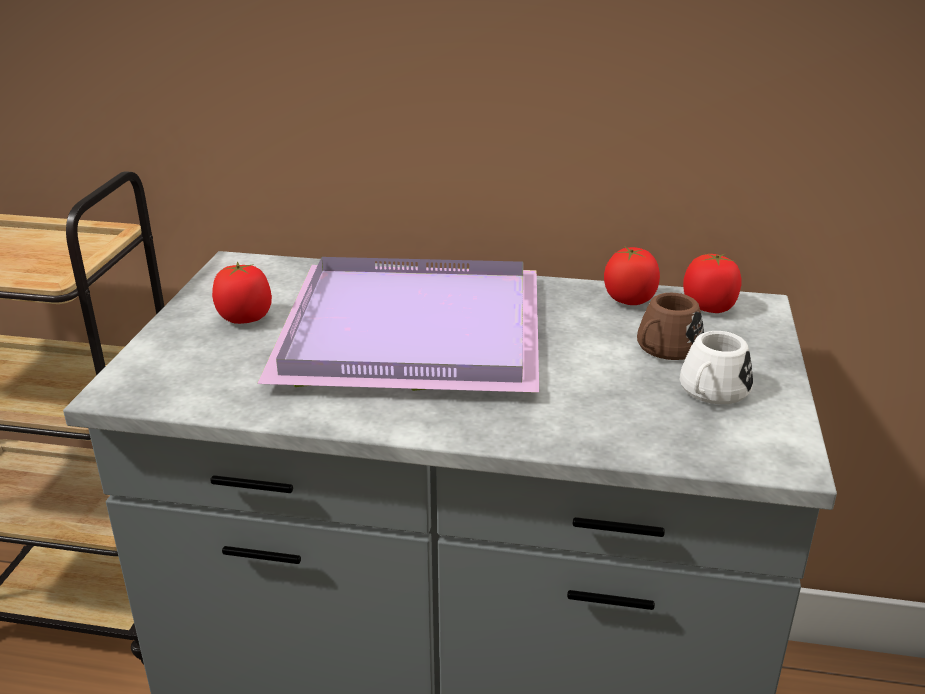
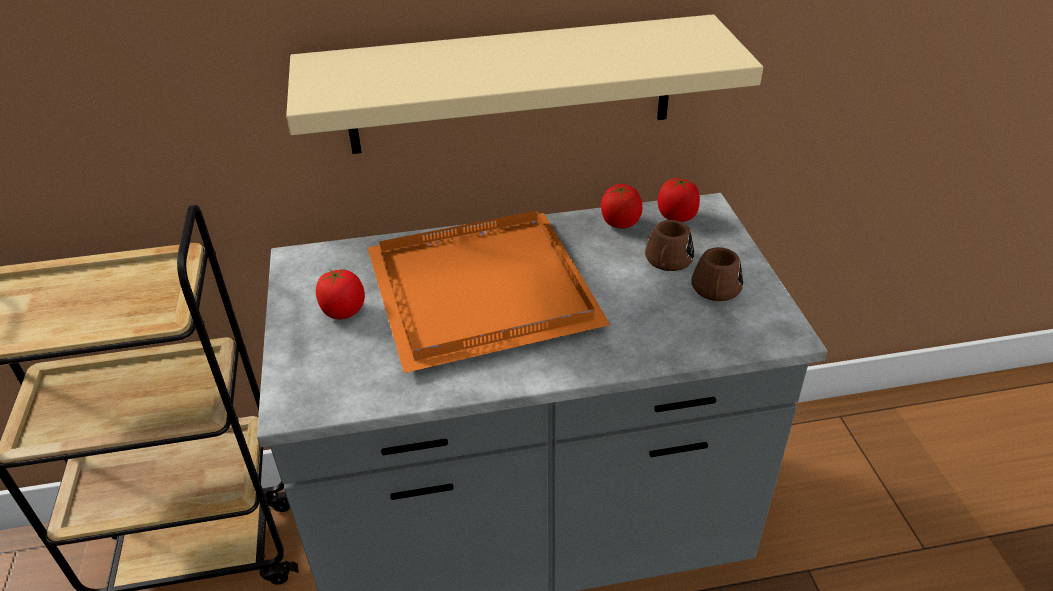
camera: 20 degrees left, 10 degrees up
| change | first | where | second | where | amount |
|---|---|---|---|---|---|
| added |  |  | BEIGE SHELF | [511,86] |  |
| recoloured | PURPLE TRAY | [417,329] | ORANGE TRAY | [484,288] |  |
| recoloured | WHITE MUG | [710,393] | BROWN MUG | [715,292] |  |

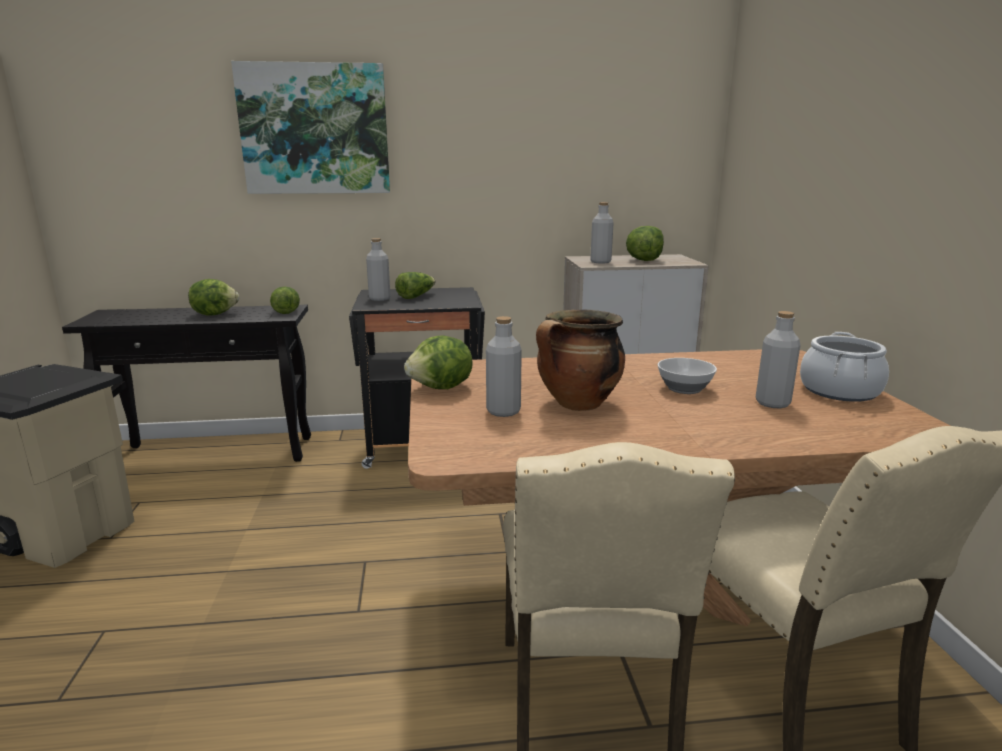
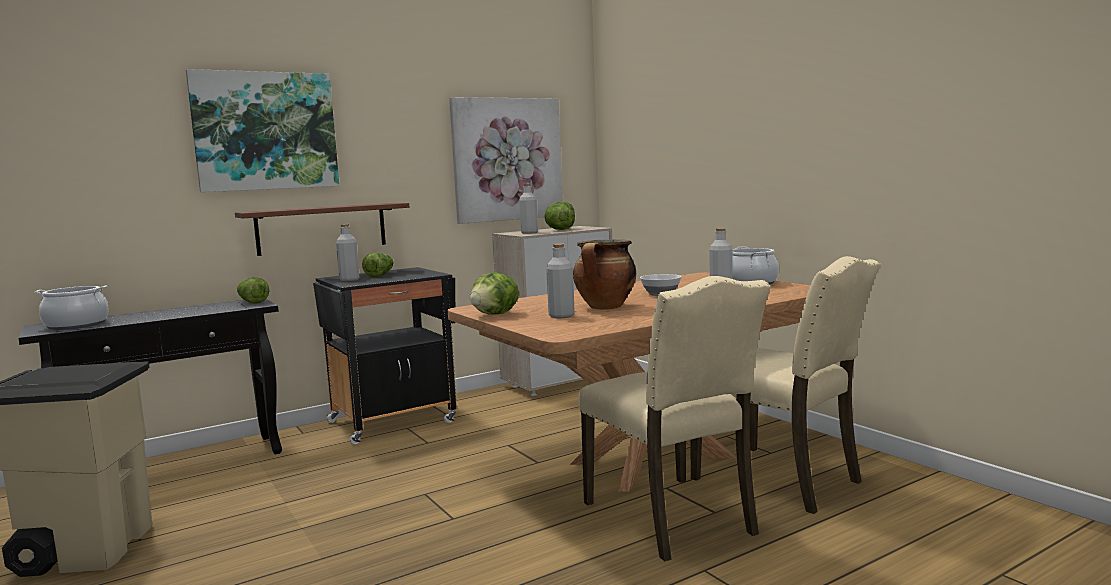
camera: 25 degrees left, 10 degrees down
| change | first | where | second | where | amount |
|---|---|---|---|---|---|
| added |  |  | COOKING POT | [76,325] |  |
| added |  |  | BROWN SHELF | [322,228] |  |
| added |  |  | PICTURE | [507,159] |  |
| removed | LETTUCE | [215,314] |  |  |  |

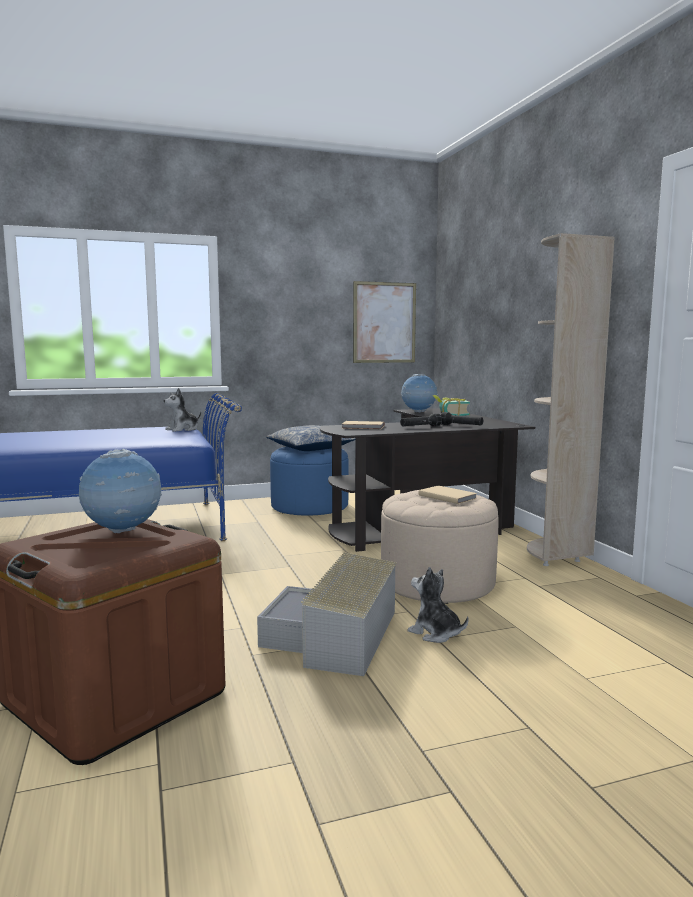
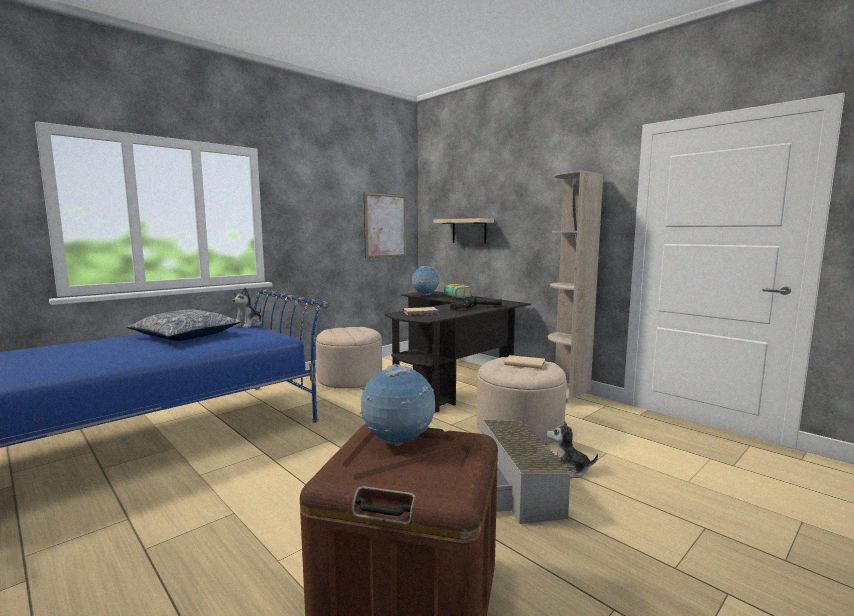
camera: 25 degrees left, 0 degrees up
| change | first | where | second | where | amount |
|---|---|---|---|---|---|
| moved | PILLOW | [310,448] |  | [186,336] |  |
| recoloured | BLUE OTTOMAN | [309,506] | BEIGE OTTOMAN | [350,379] |  |
| added |  |  | BEIGE SHELF | [469,231] |  |

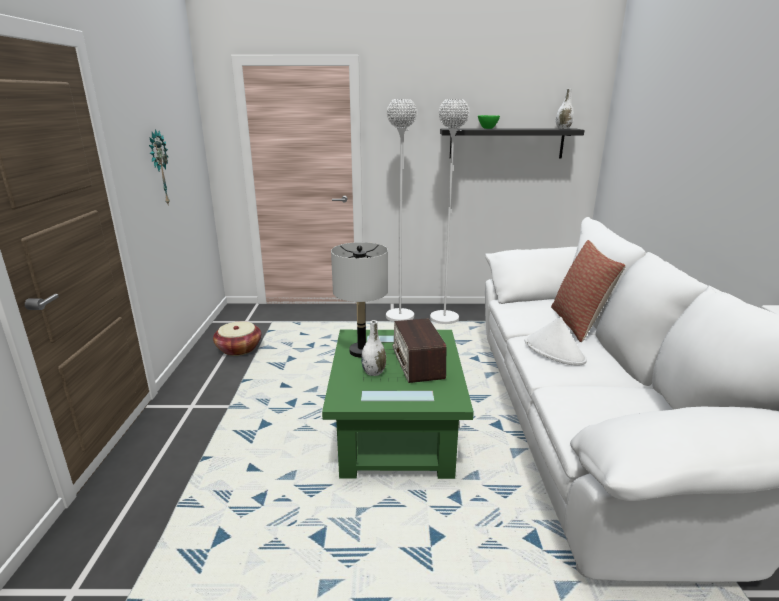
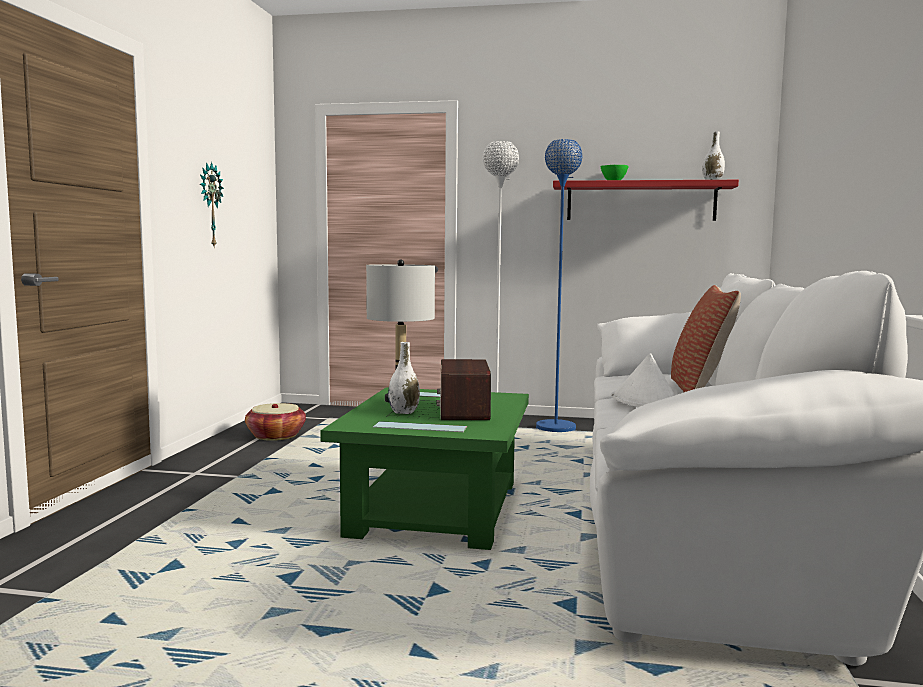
camera: 10 degrees right, 15 degrees down
| change | first | where | second | where | amount |
|---|---|---|---|---|---|
| recoloured | WHITE FLOOR LAMP | [444,318] | BLUE FLOOR LAMP | [556,428] |  |
| recoloured | BLACK SHELF | [506,143] | RED SHELF | [641,201] |  |

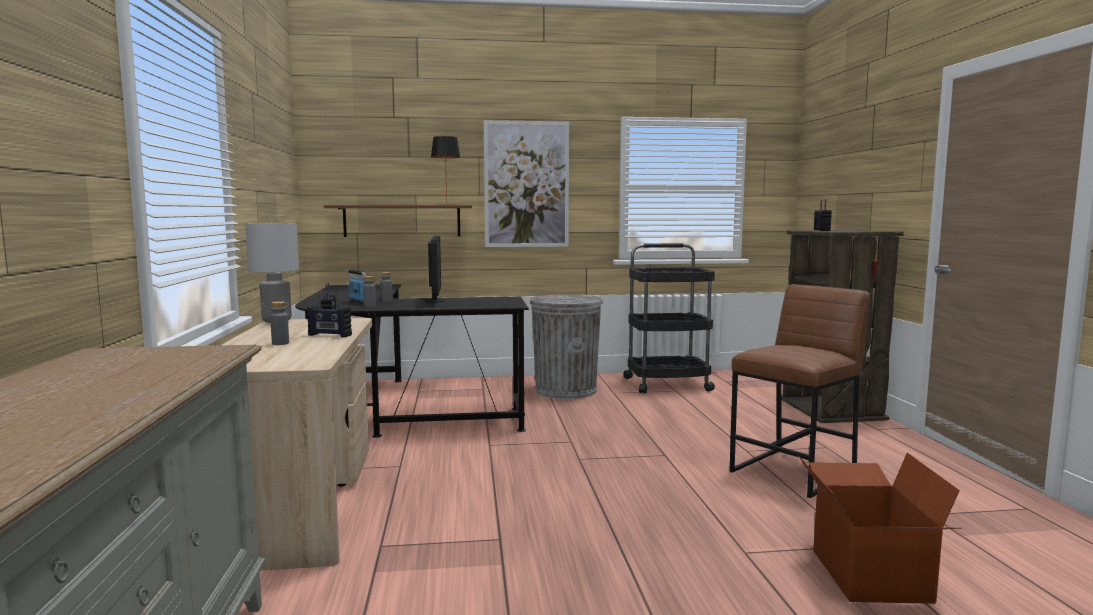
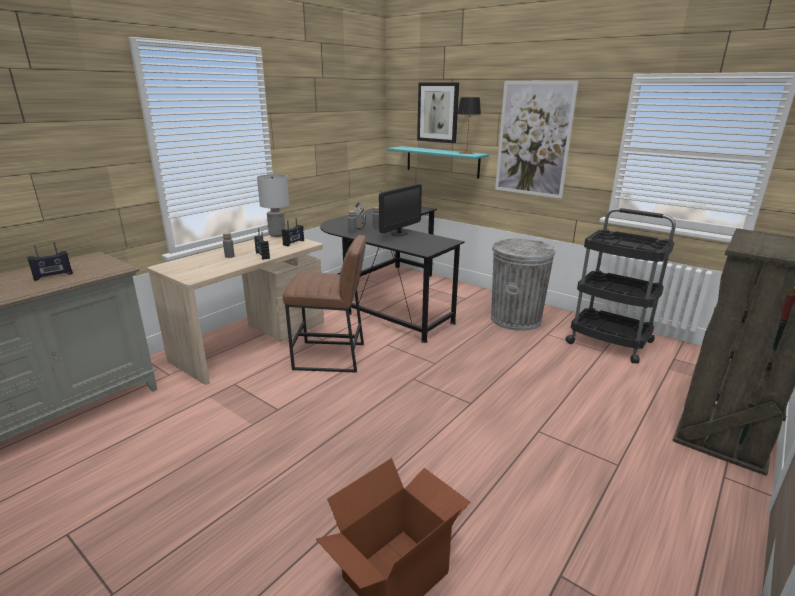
camera: 45 degrees right, 15 degrees up
| change | first | where | second | where | amount |
|---|---|---|---|---|---|
| moved | RADIO | [822,230] |  | [53,276] |  |
| moved | BROWN CHAIR | [794,471] |  | [331,356] |  |
| recoloured | BROWN SHELF | [402,221] | TURQUOISE SHELF | [442,162] |  |
| added |  |  | PICTURE | [438,112] |  |

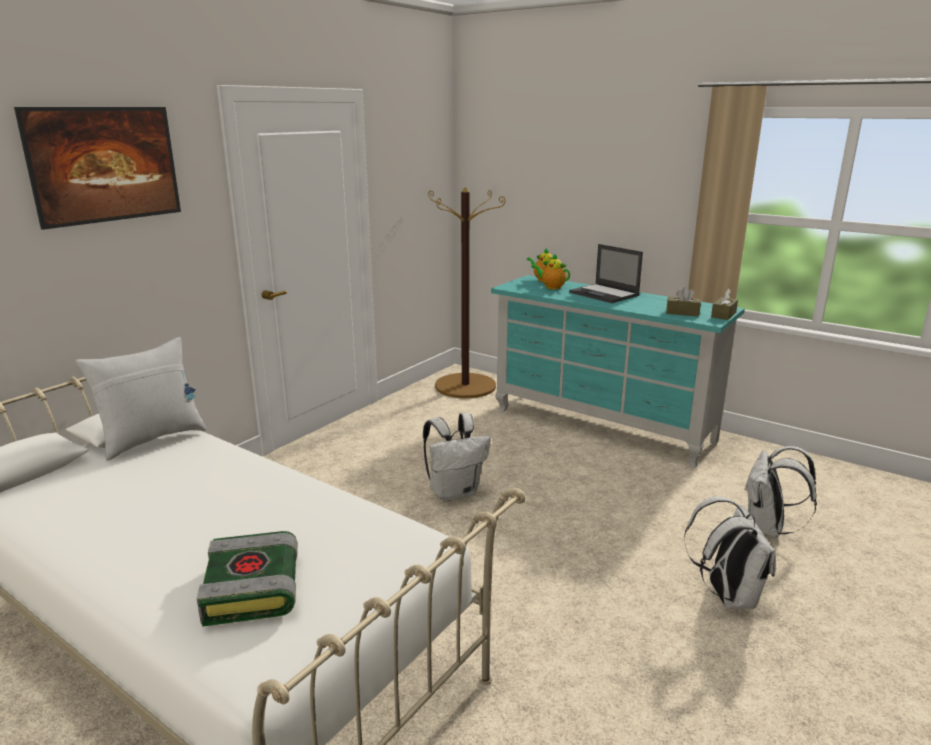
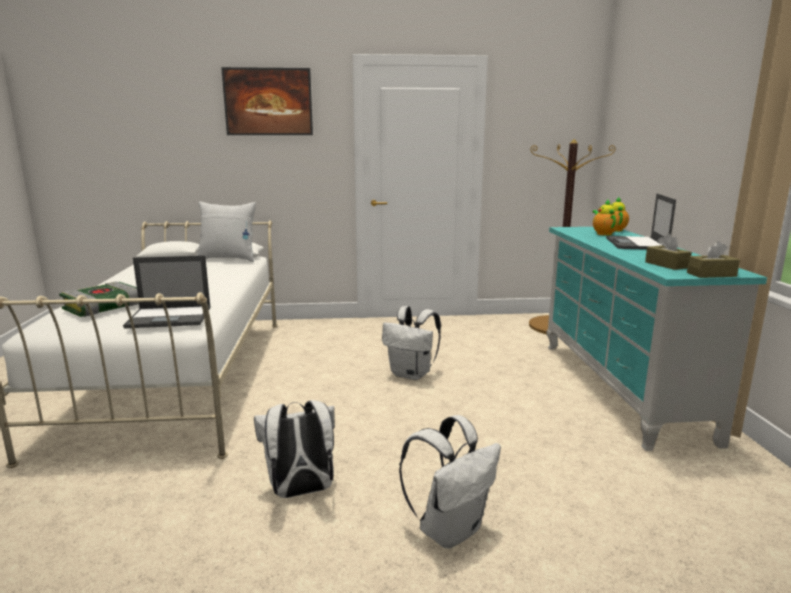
camera: 50 degrees right, 5 degrees down
| change | first | where | second | where | amount |
|---|---|---|---|---|---|
| added |  |  | LAPTOP | [170,317] |  |
| moved | WHITE BACKPACK | [767,530] |  | [301,491] |  |

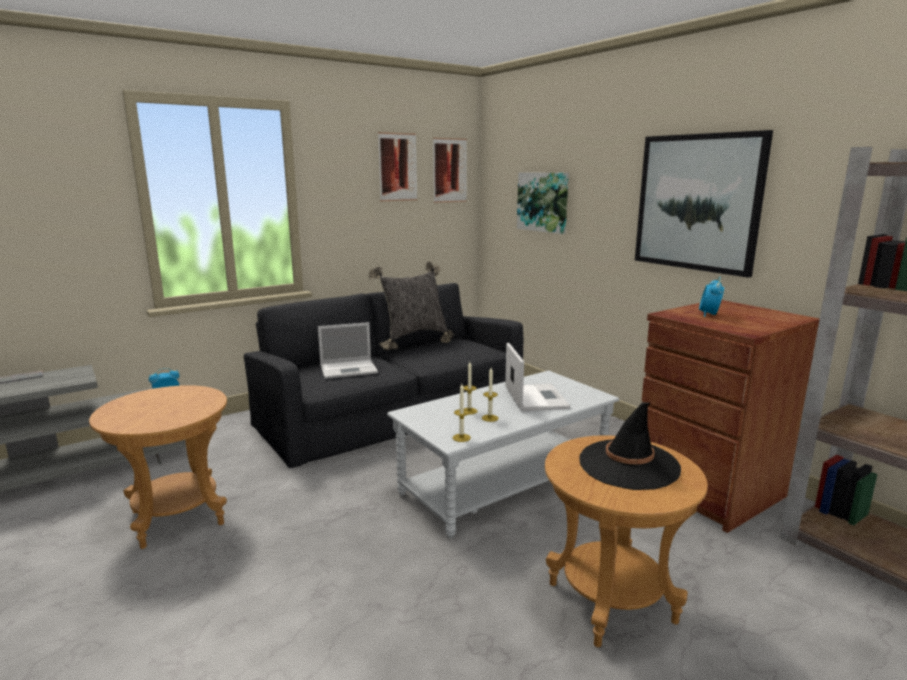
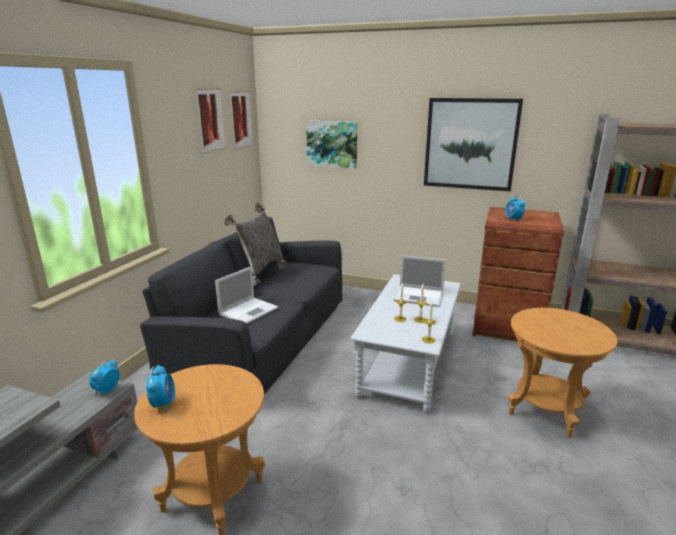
camera: 35 degrees left, 5 degrees up
| change | first | where | second | where | amount |
|---|---|---|---|---|---|
| added |  |  | ALARM CLOCK | [163,404] |  |
| turned | LAPTOP | [535,397] |  | [419,296] | 150 degrees clockwise |
| removed | BLACK HAT | [628,465] |  |  |  |

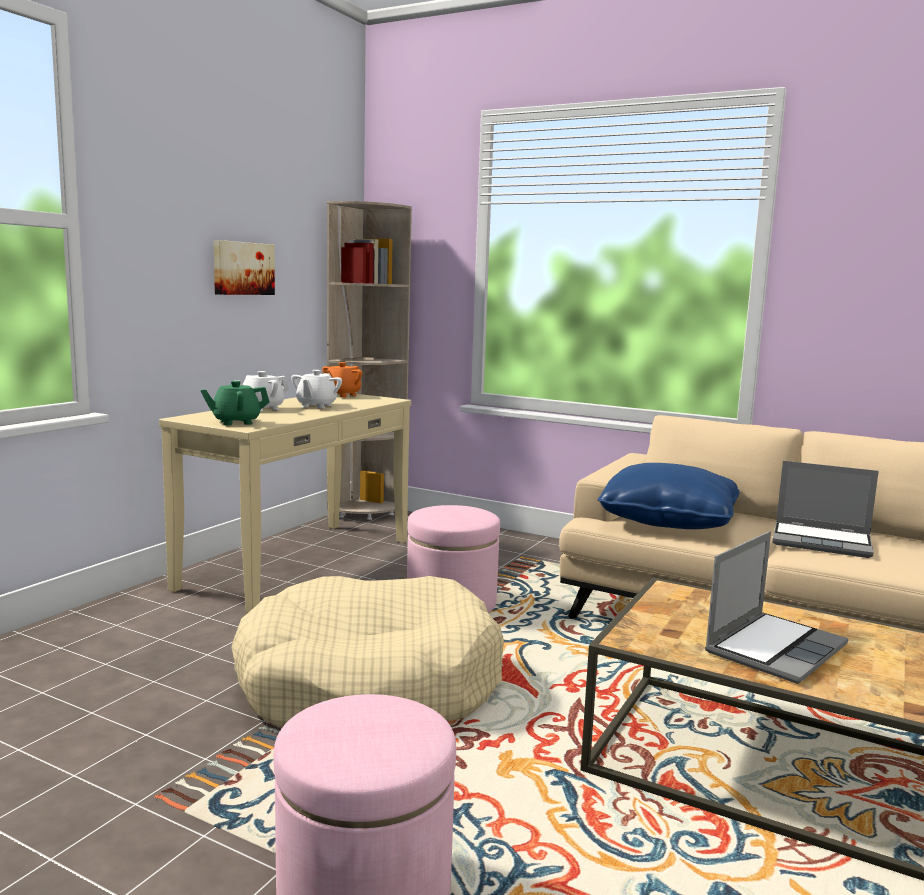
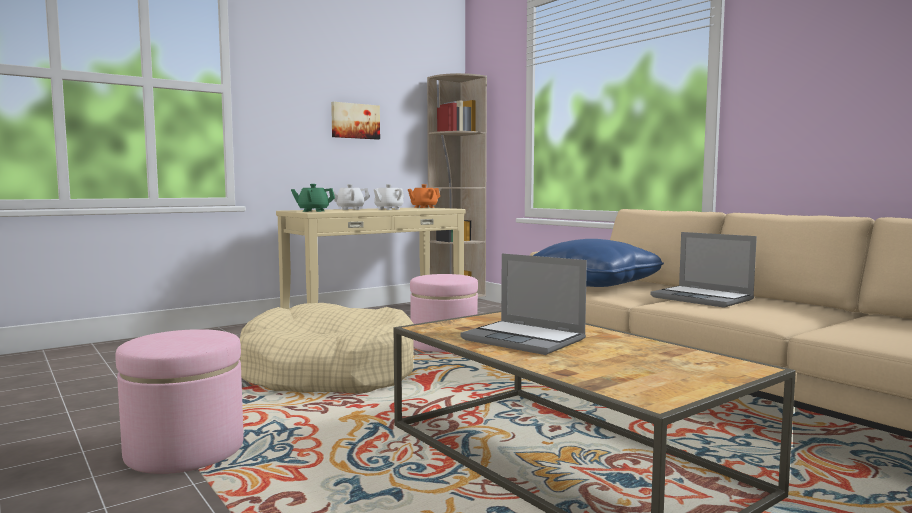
camera: 25 degrees right, 5 degrees down
| change | first | where | second | where | amount |
|---|---|---|---|---|---|
| turned | LAPTOP | [774,648] |  | [525,340] | 60 degrees clockwise |

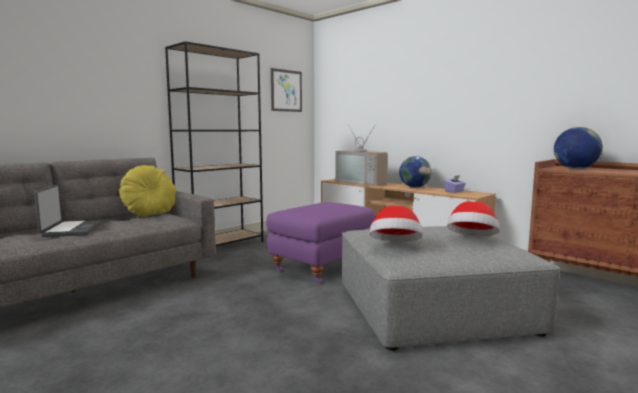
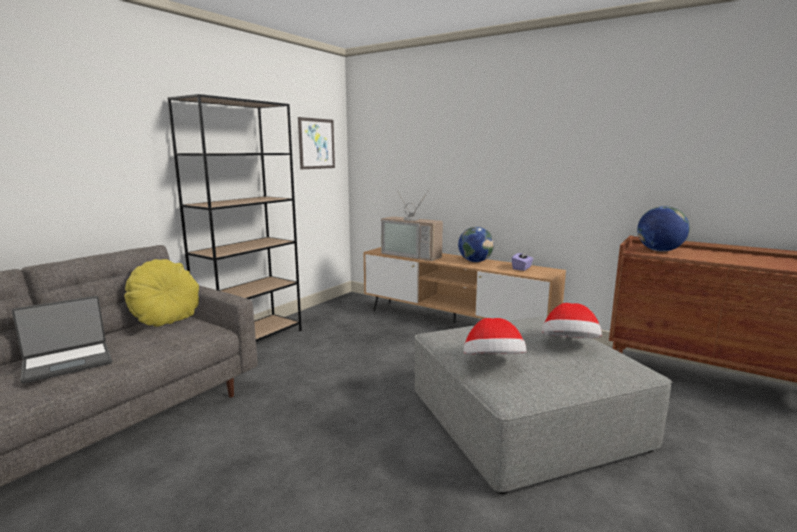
camera: 10 degrees left, 5 degrees up
| change | first | where | second | where | amount |
|---|---|---|---|---|---|
| turned | LAPTOP | [71,230] |  | [68,362] | 75 degrees clockwise |
| removed | PURPLE OTTOMAN | [321,266] |  |  |  |

